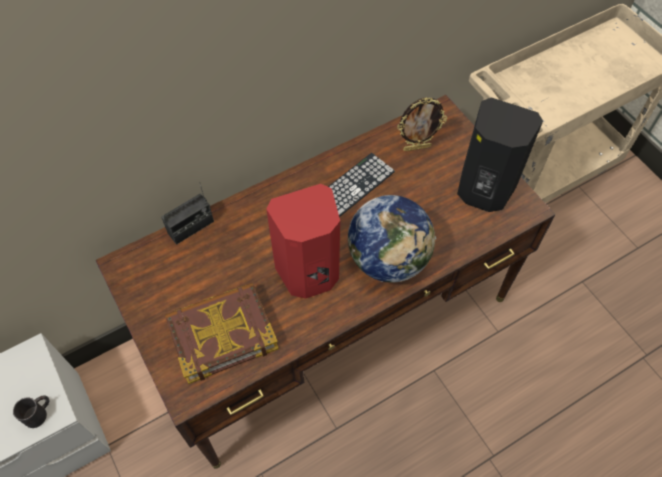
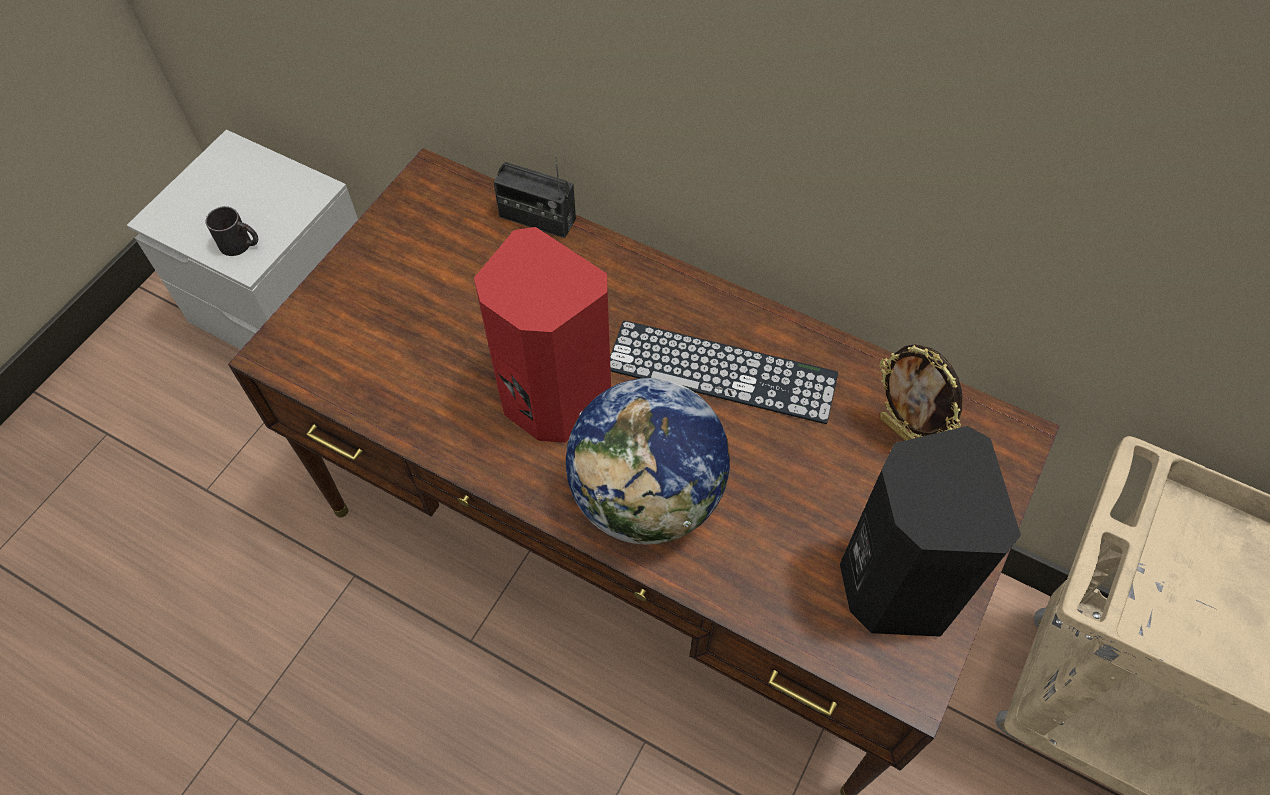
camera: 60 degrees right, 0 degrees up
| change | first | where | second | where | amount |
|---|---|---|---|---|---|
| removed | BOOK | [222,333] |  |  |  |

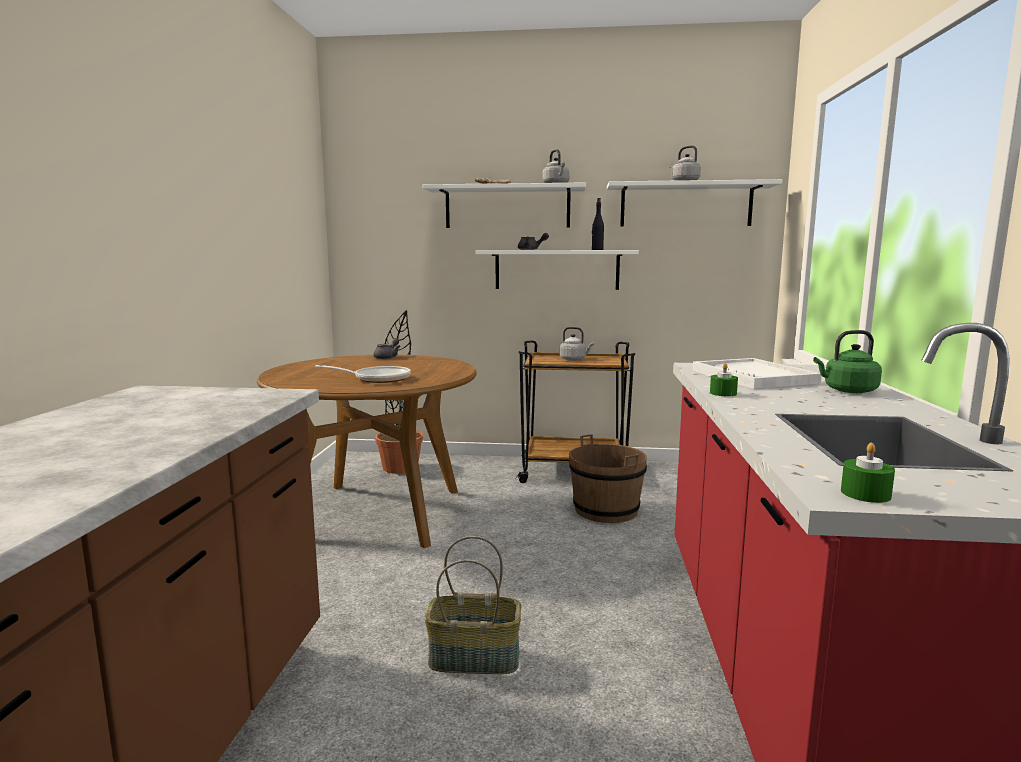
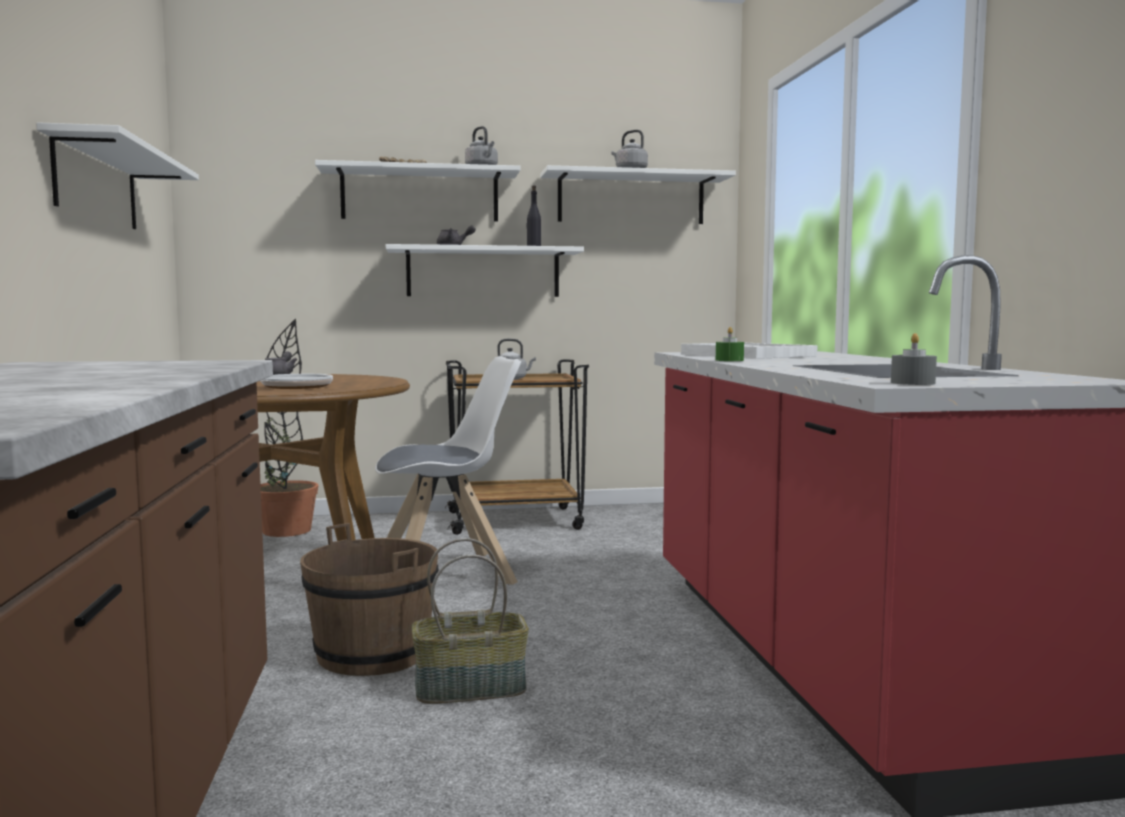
camera: 15 degrees left, 5 degrees down
| change | first | where | second | where | amount |
|---|---|---|---|---|---|
| added |  |  | WHITE SHELF | [96,185] |  |
| moved | BROWN BUCKET | [605,510] |  | [372,653] |  |
| added |  |  | CHAIR | [448,574] |  |
| recoloured | GREEN CANDLE | [865,494] | GREY CANDLE | [912,383] |  |
| removed | GREEN KETTLE | [847,391] |  |  |  |

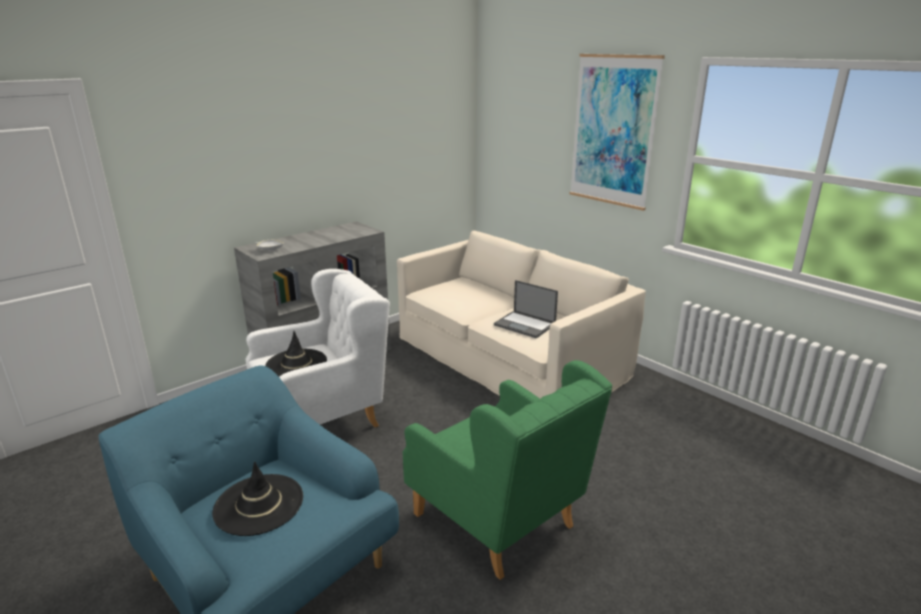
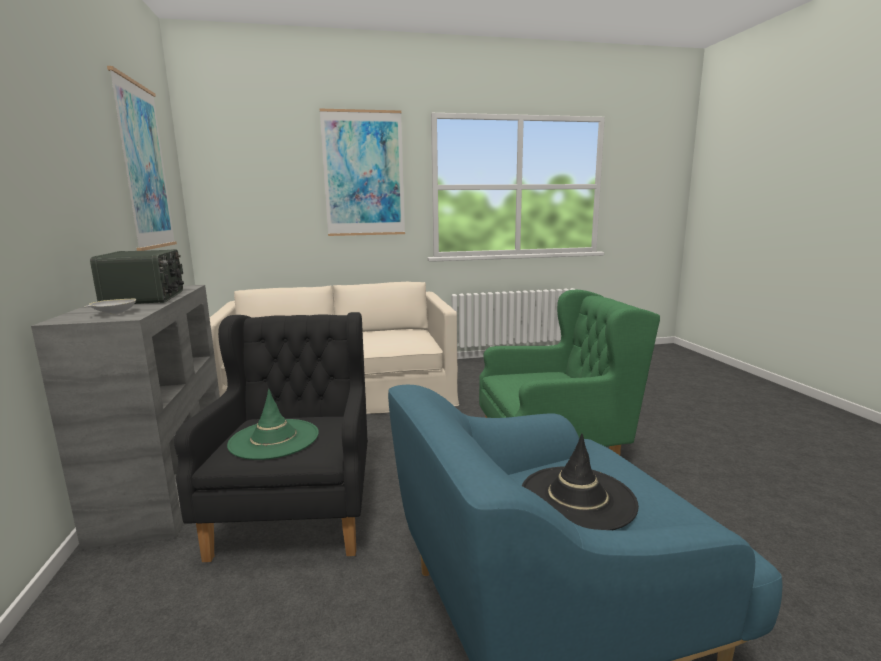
camera: 60 degrees left, 10 degrees down
| change | first | where | second | where | amount |
|---|---|---|---|---|---|
| added |  |  | RADIO | [146,298] |  |
| added |  |  | PICTURE | [144,167] |  |
| recoloured | WHITE ARMCHAIR | [324,419] | BLACK ARMCHAIR | [298,510] |  |
| recoloured | BLACK HAT | [296,364] | GREEN HAT | [274,439] |  |
| removed | LAPTOP | [525,325] |  |  |  |

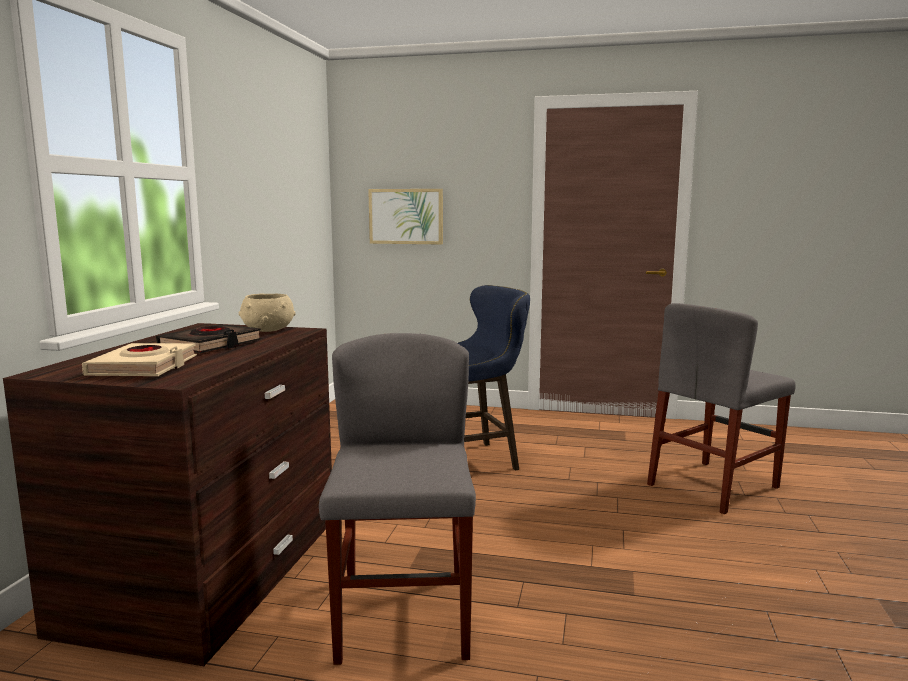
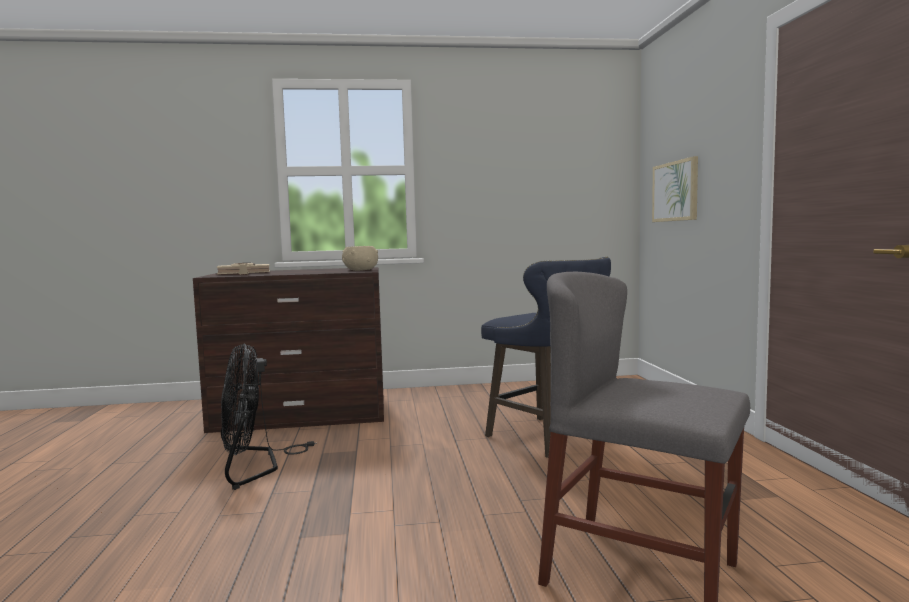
camera: 70 degrees right, 5 degrees down
| change | first | where | second | where | amount |
|---|---|---|---|---|---|
| replaced | GREY CHAIR | [403,615] | BLACK FAN | [256,462] |  |
| removed | BLACK BOOK | [211,345] |  |  |  |

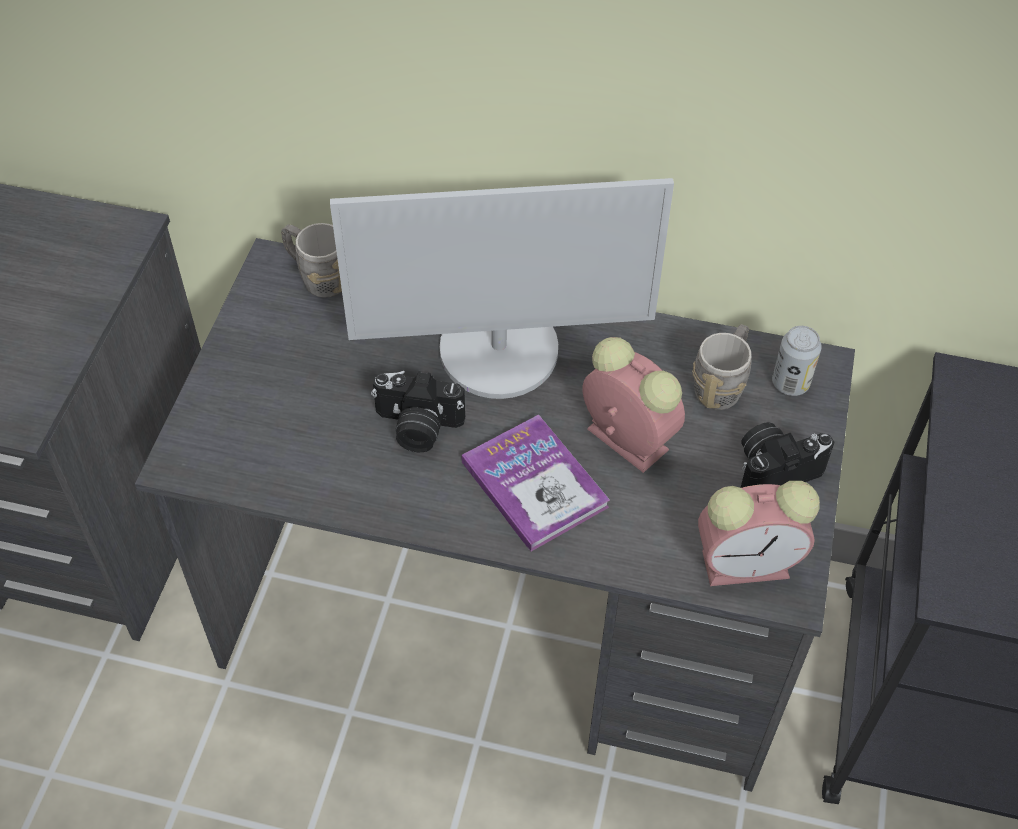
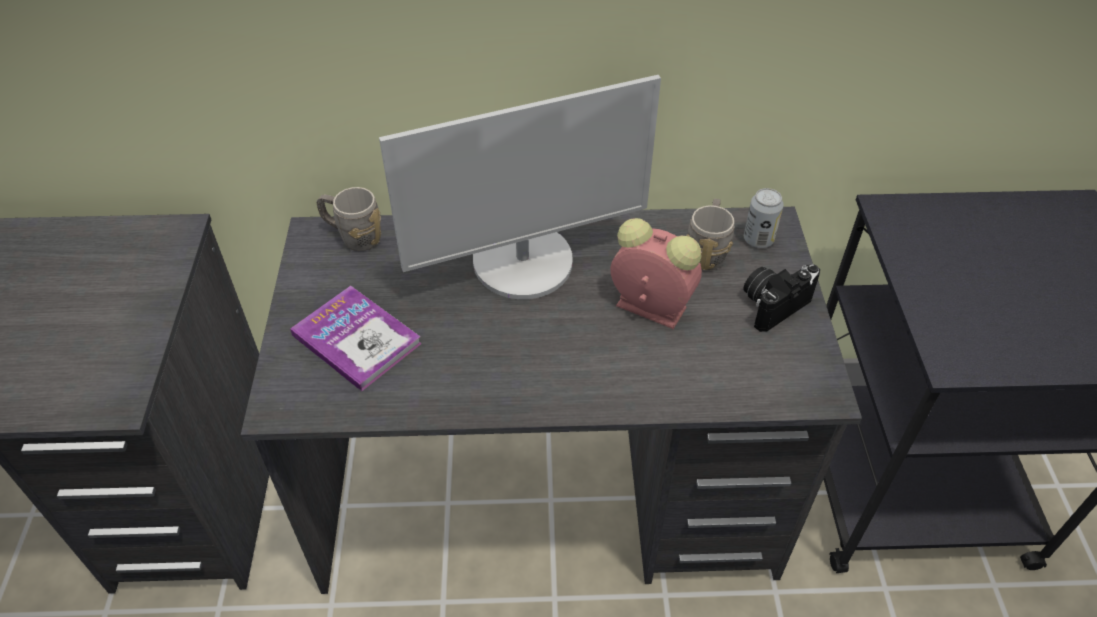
camera: 15 degrees left, 5 degrees down
| change | first | where | second | where | amount |
|---|---|---|---|---|---|
| moved | BOOK | [534,484] |  | [356,339] |  |
| removed | PHOTO CAMERA | [417,428] |  |  |  |
| removed | ALARM CLOCK | [749,563] |  |  |  |

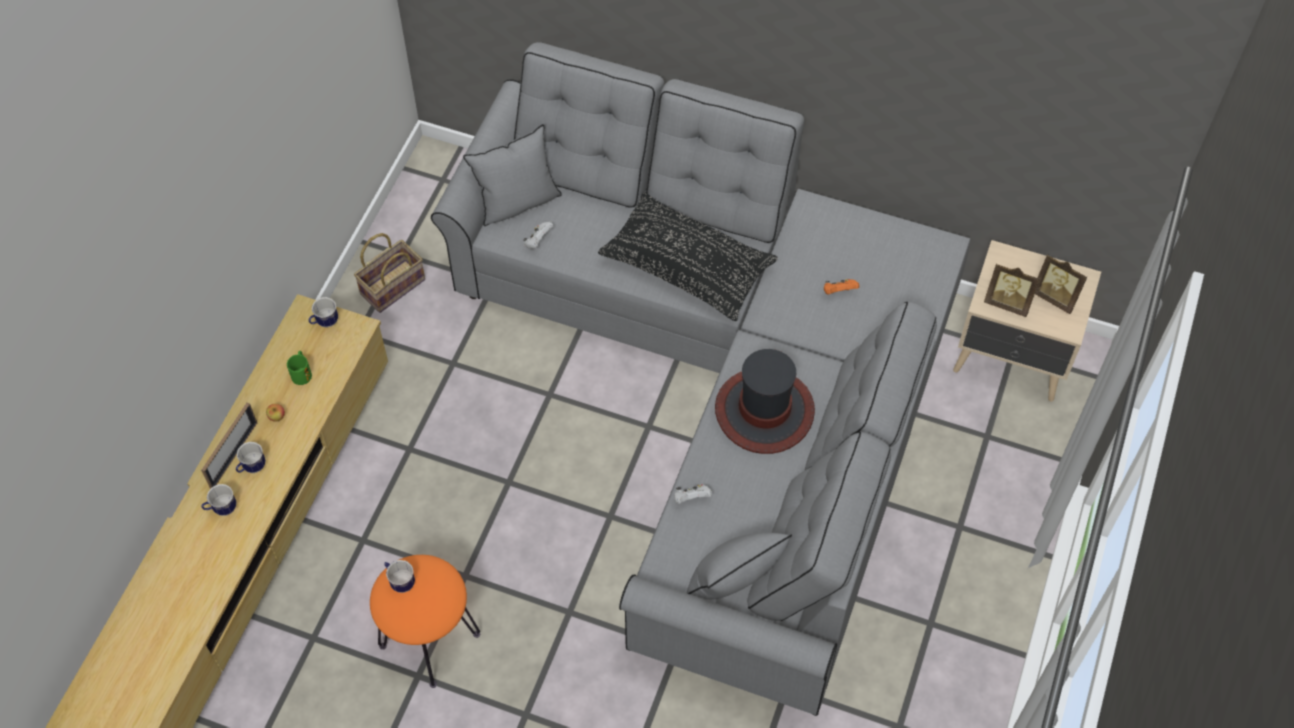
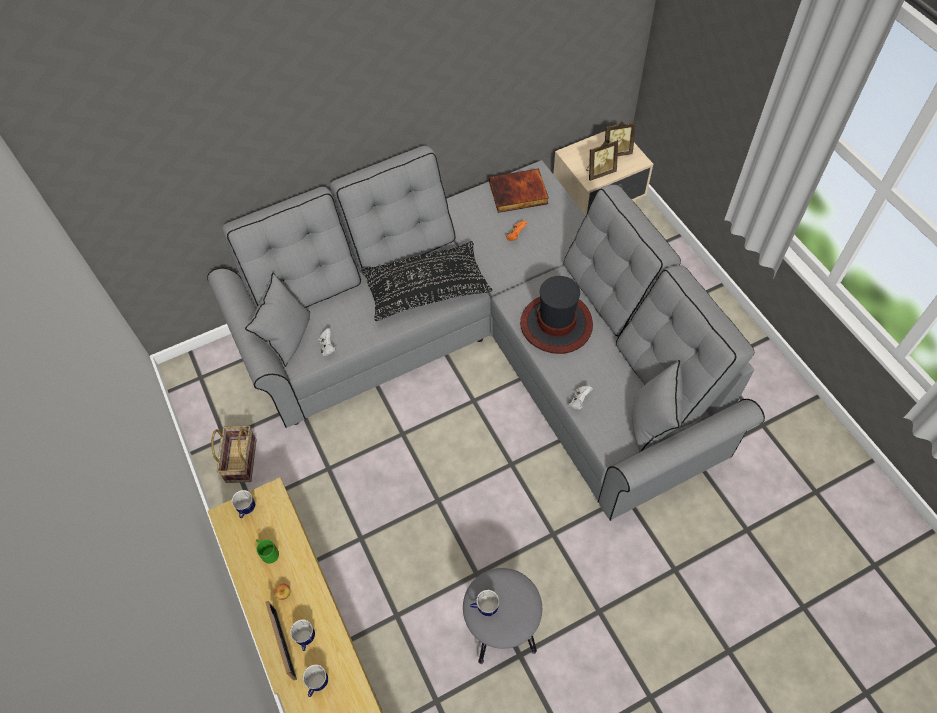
camera: 45 degrees left, 0 degrees up
| change | first | where | second | where | amount |
|---|---|---|---|---|---|
| recoloured | ORANGE STOOL | [430,640] | GREY STOOL | [502,628] |  |
| added |  |  | BOOK | [518,194] |  |

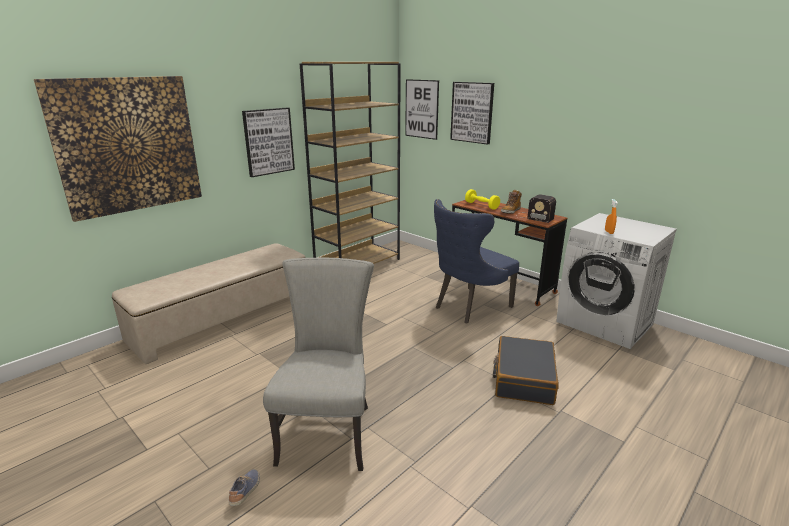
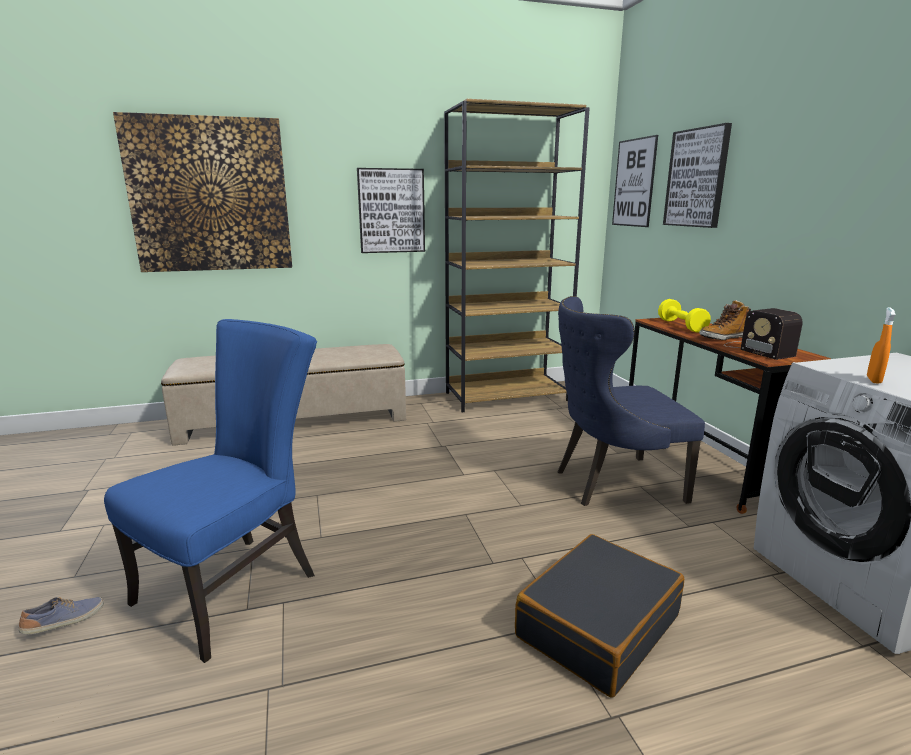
camera: 30 degrees right, 5 degrees down
| change | first | where | second | where | amount |
|---|---|---|---|---|---|
| recoloured | GREY CHAIR | [328,429] | BLUE CHAIR | [237,584] |  |

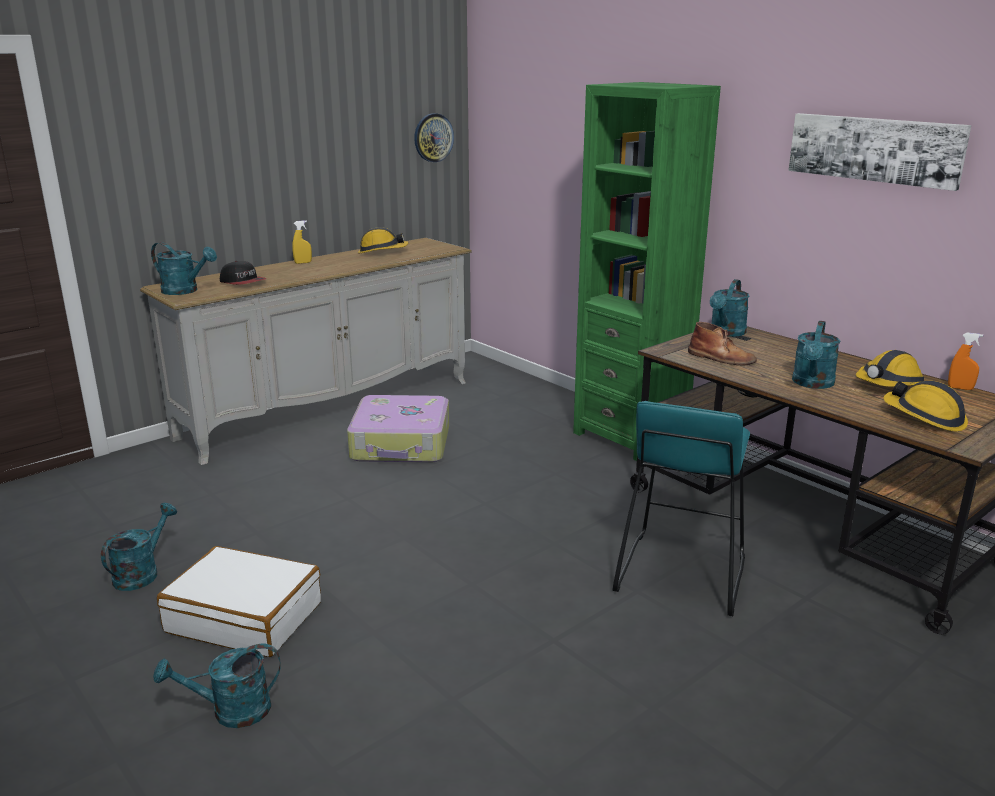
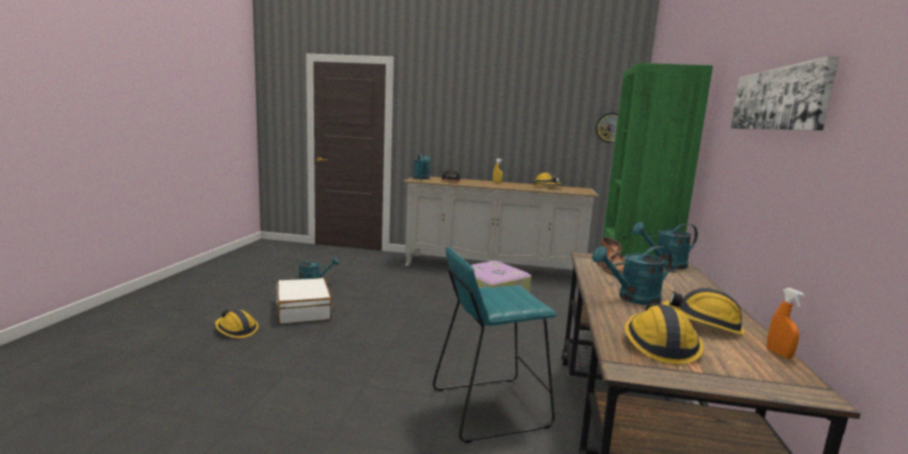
camera: 50 degrees right, 10 degrees down
| change | first | where | second | where | amount |
|---|---|---|---|---|---|
| replaced | TURQUOISE WATERING CAN | [231,712] | HARD HAT | [236,330] |  |

